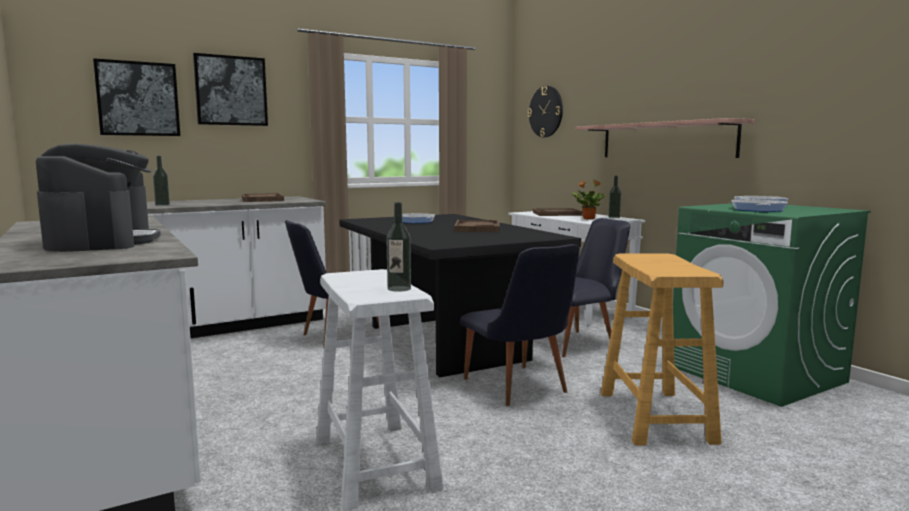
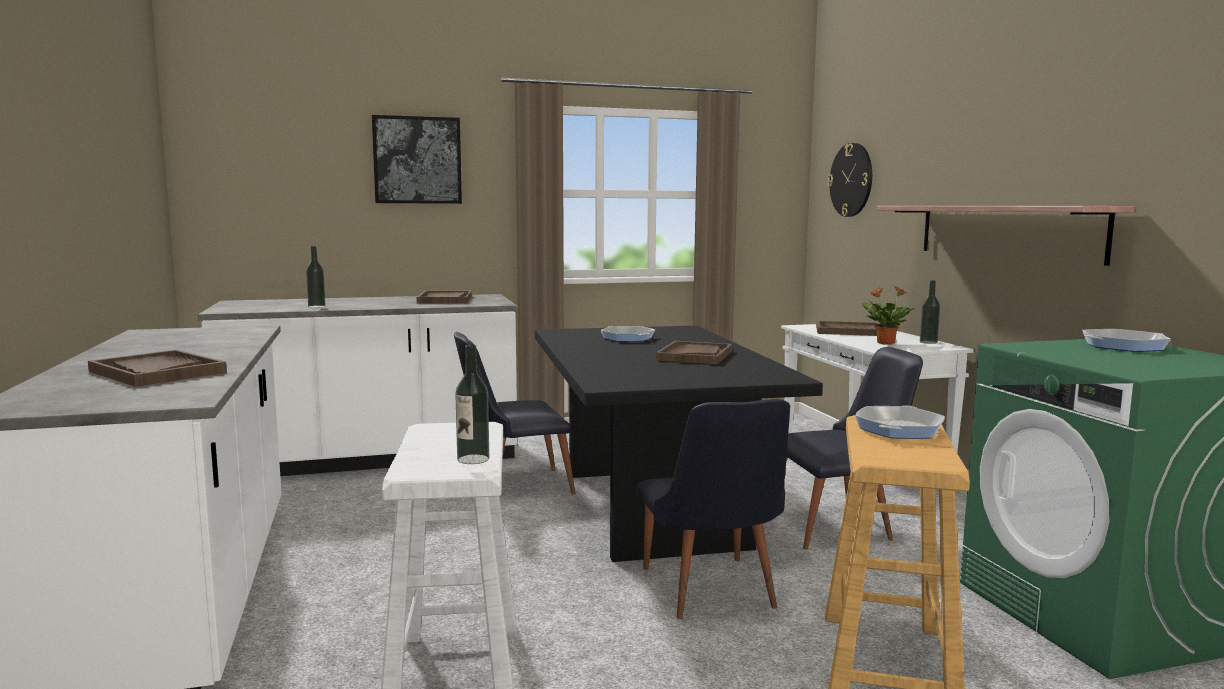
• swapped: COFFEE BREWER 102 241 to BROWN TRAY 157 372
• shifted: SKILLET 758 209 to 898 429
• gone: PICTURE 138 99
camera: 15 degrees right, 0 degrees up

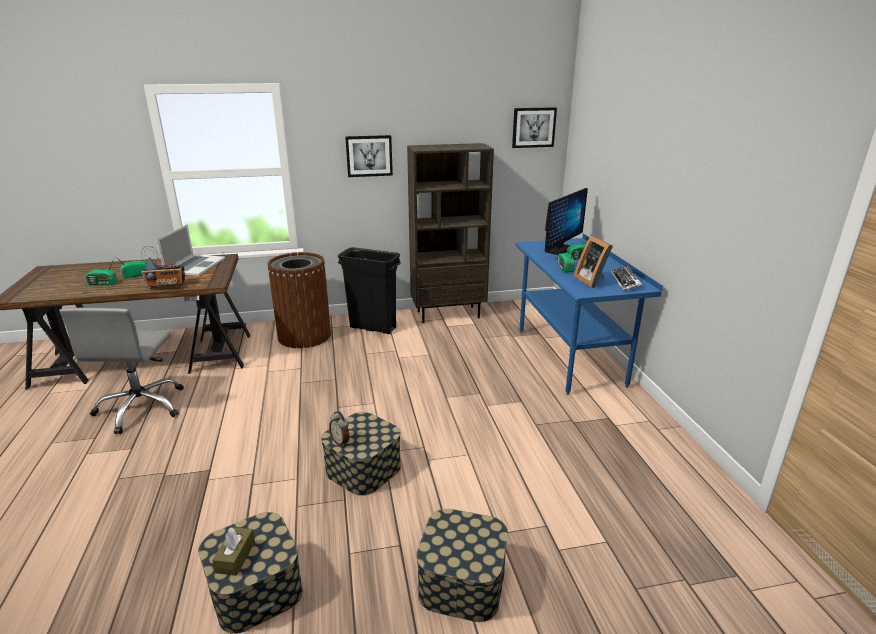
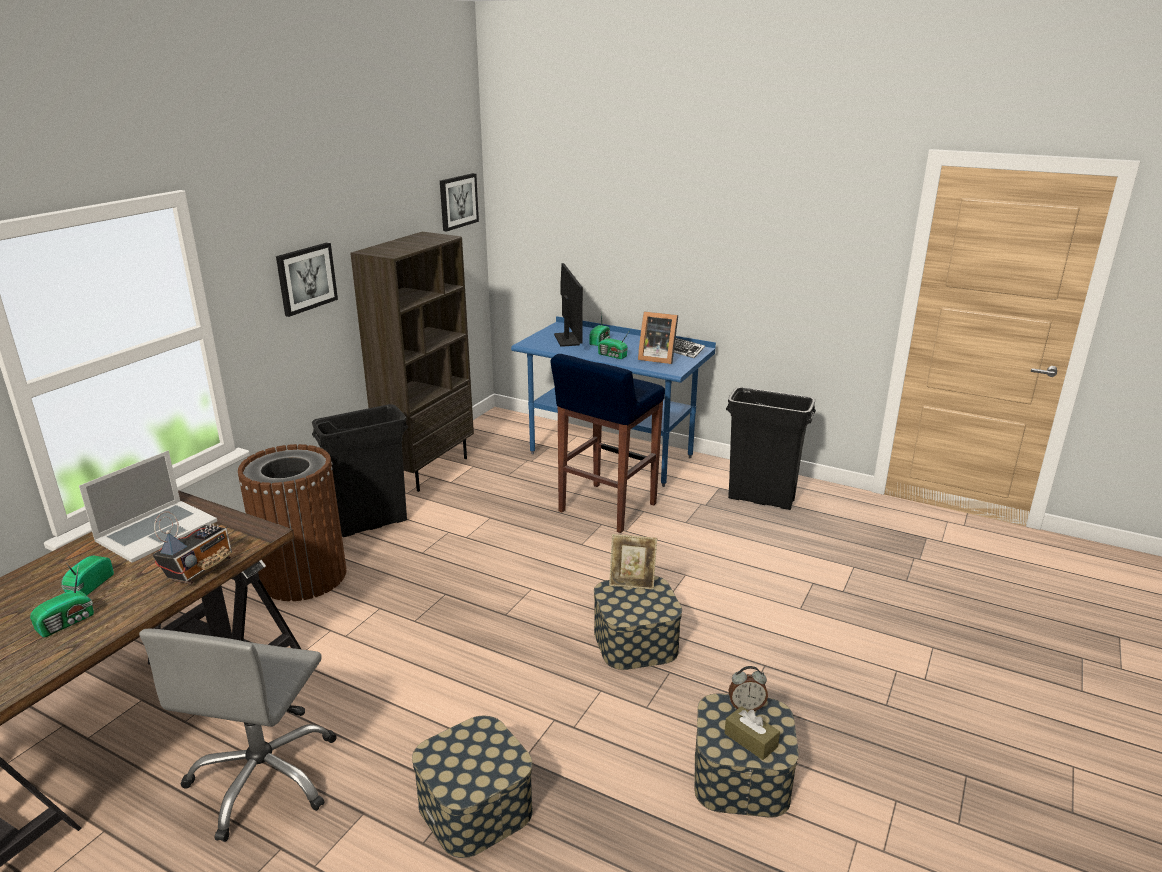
• rotated: PORTABLE COMPUTER 195 265 = 156 530 75 degrees clockwise
• rotated: GRAY DESK CHAIR 141 407 = 264 778 60 degrees clockwise
• shifted: STORAGE BIN 462 581 to 475 807
• new: BLUE SITTING STOOL 606 508
• new: STANDING FRAME 632 583
• new: BLACK-COLOURED TRASH CAN 761 499
• shifted: BEDSIDE CLOCK 341 441 to 746 707
camera: 50 degrees left, 0 degrees up

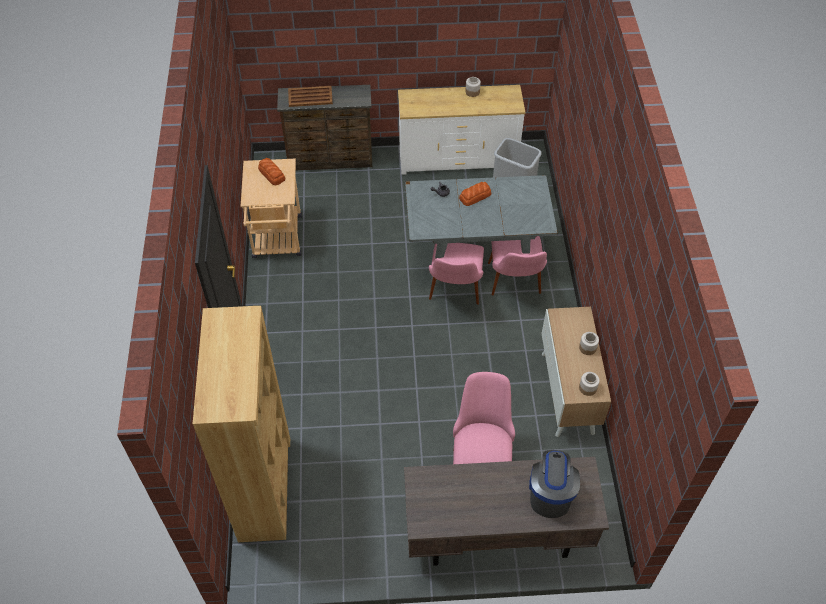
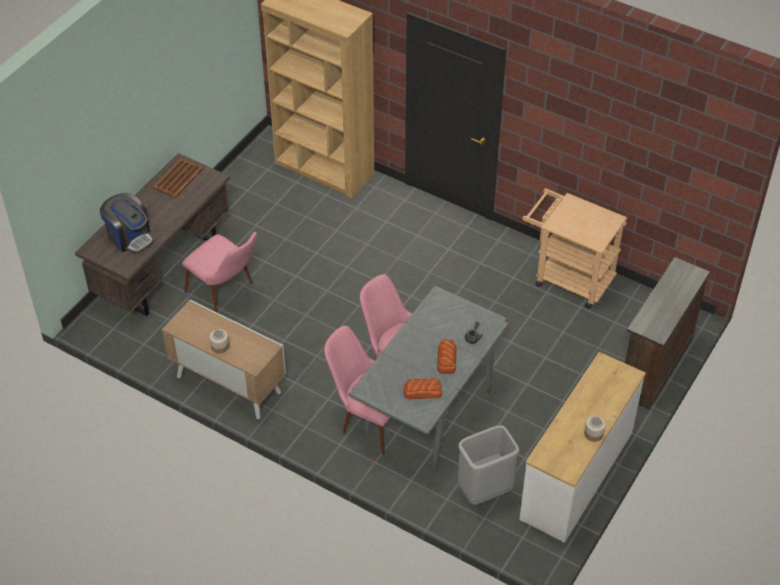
• shifted: BROWN TRAY 309 97 to 178 178
• shifted: BREAD 272 174 to 422 391
• gone: JAR 588 388
camera: 125 degrees right, 5 degrees down

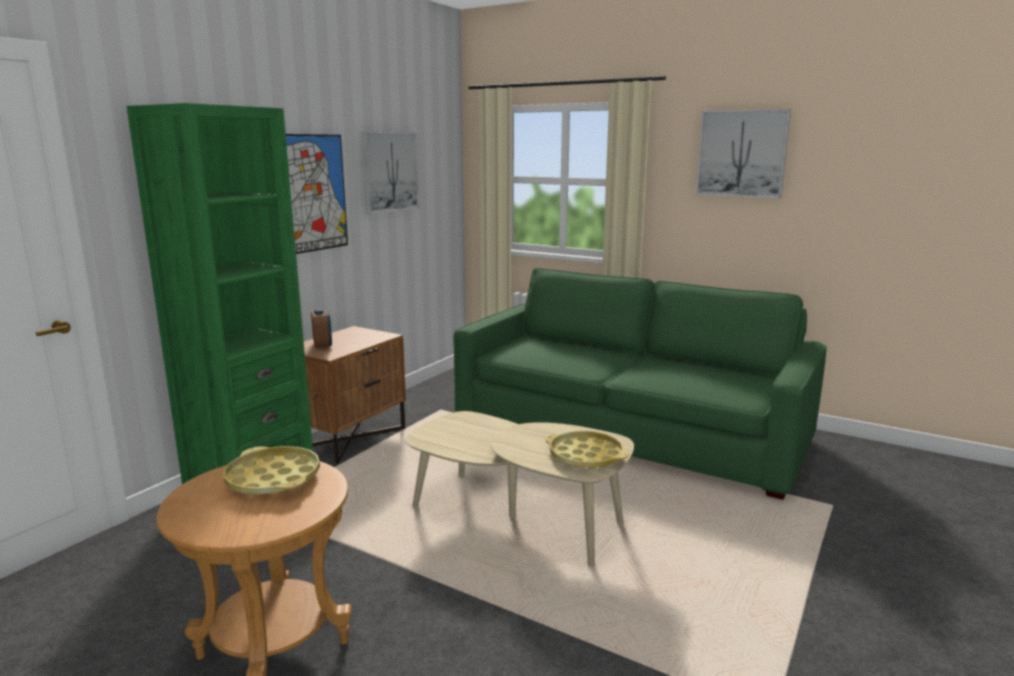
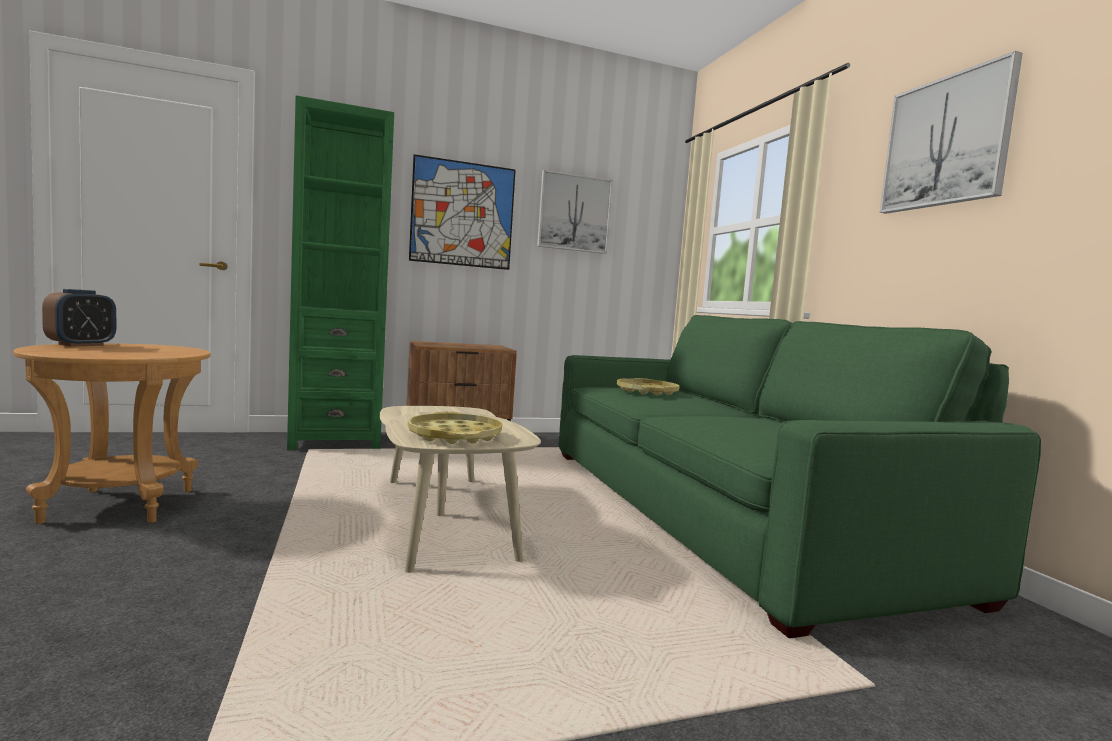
• shifted: BEDSIDE CLOCK 322 345 to 81 345
• shifted: YELLOW TRAY 273 478 to 647 392
camera: 40 degrees right, 10 degrees down

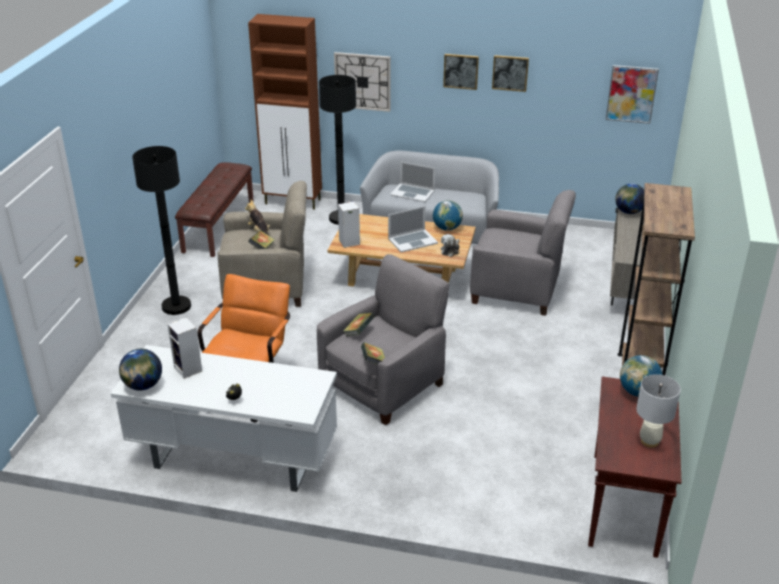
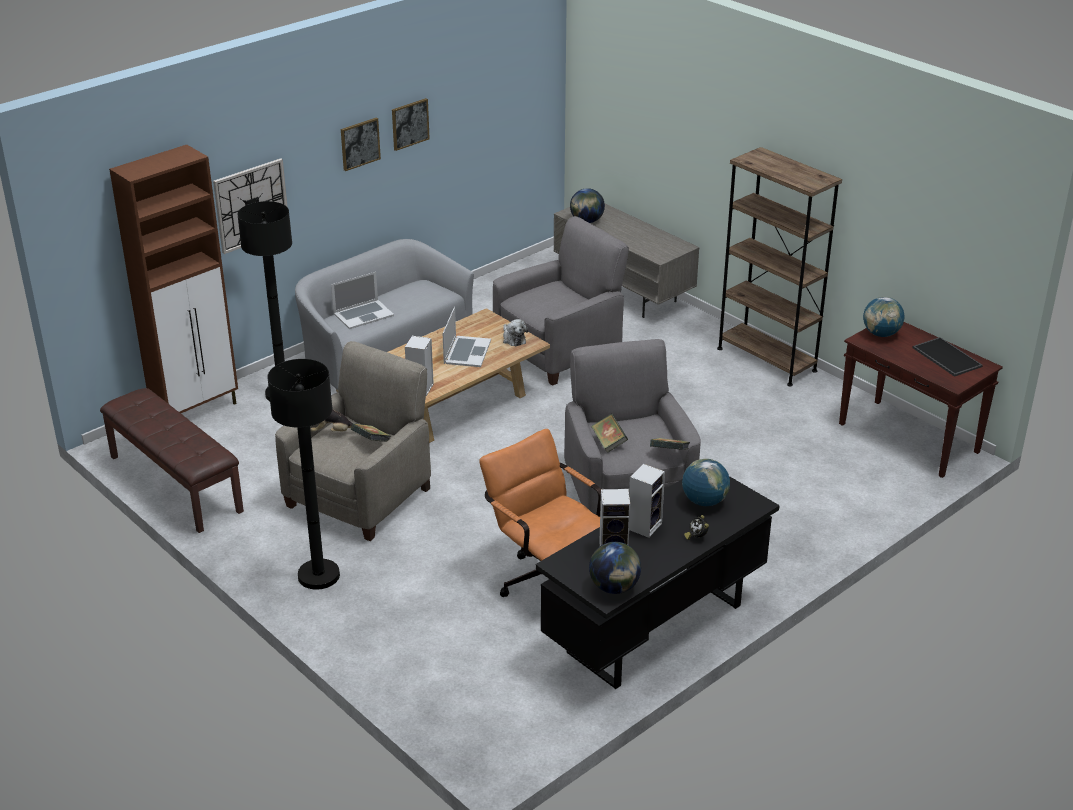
• repainted: WHITE DESK TABLE 233 461 to BLACK-COLOURED DESK TABLE 655 630
• new: LOUDSPEAKER 644 525
• shifted: WORLD GLOBE 447 228 to 704 501
• swapped: WHITE TABLETOP LAMP 649 441 to TRAY 945 357
• gone: PICTURE 631 94
camera: 55 degrees left, 0 degrees up

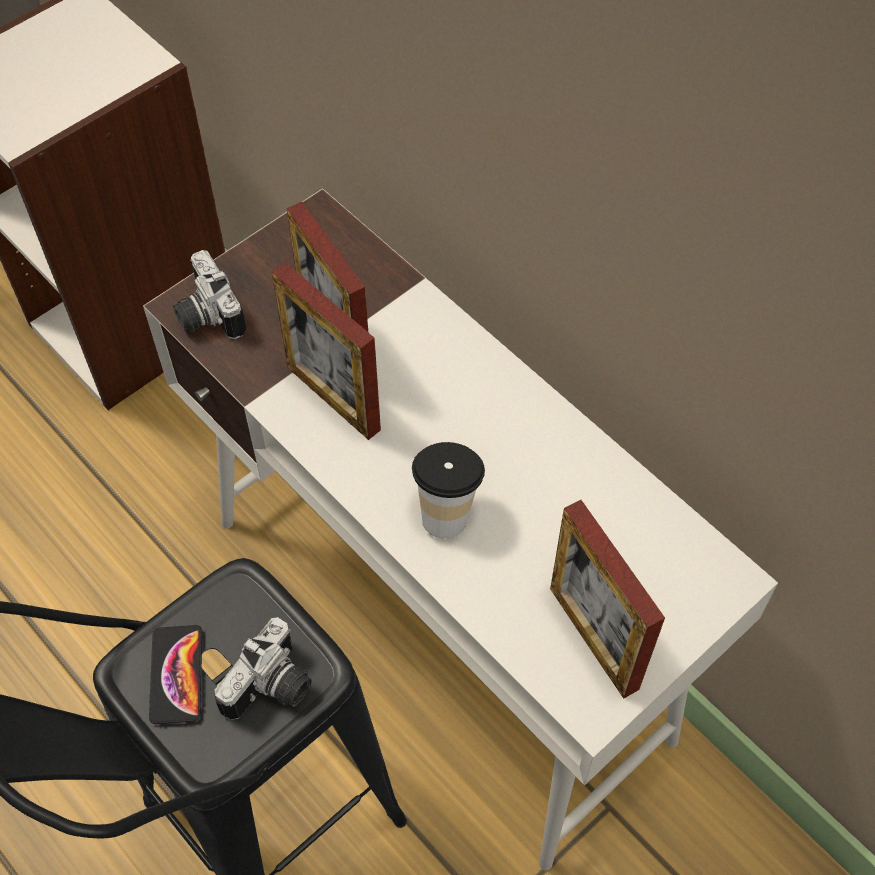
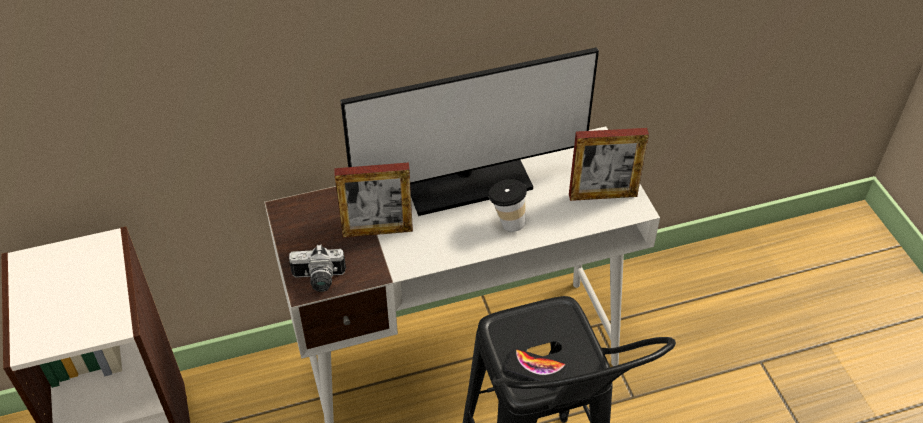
• new: COMPUTER DISPLAY 467 183
• gone: STILL CAMERA 273 689
• gone: STANDING FRAME 333 398
camera: 65 degrees left, 10 degrees down

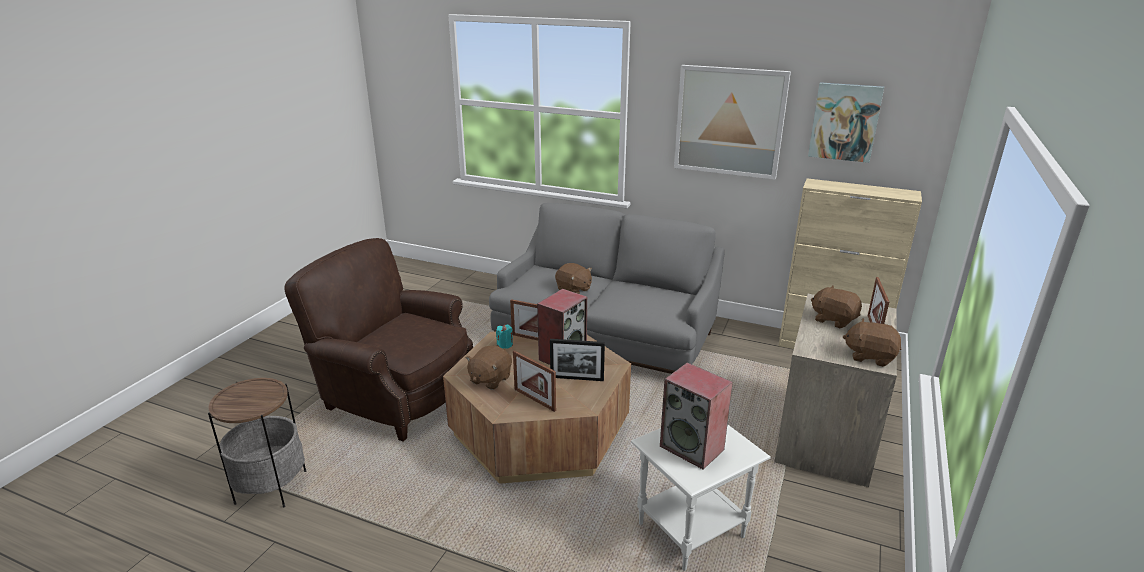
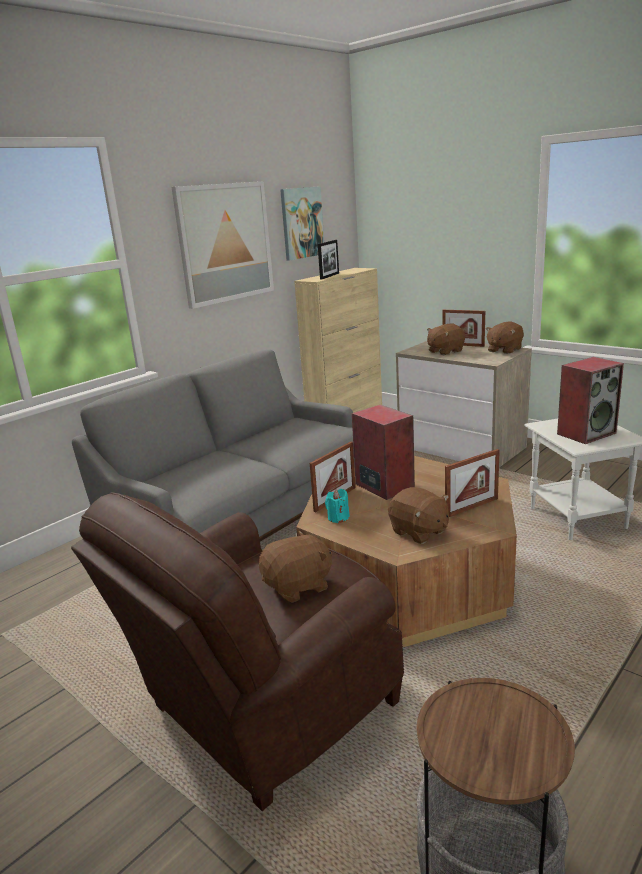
• shifted: BROWN CUDDLY TOY 573 290 to 298 586
• shifted: STANDING FRAME 577 378 to 329 276
camera: 70 degrees left, 5 degrees down

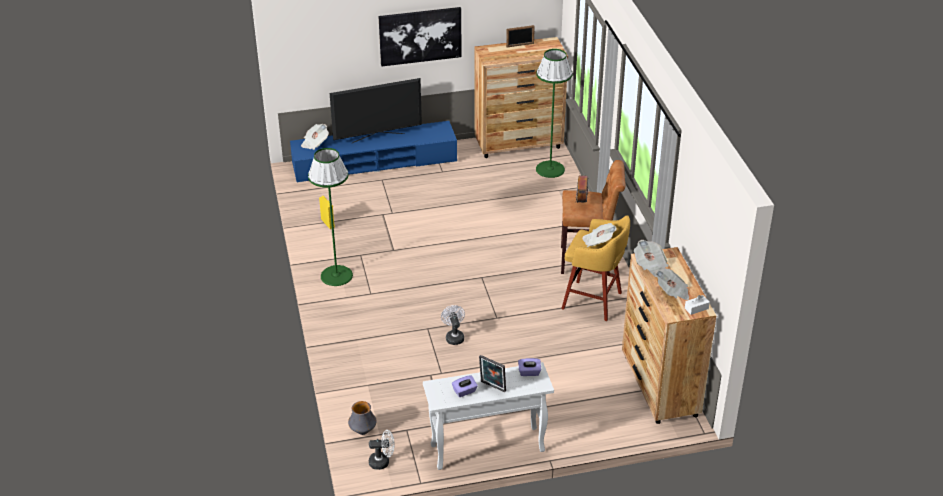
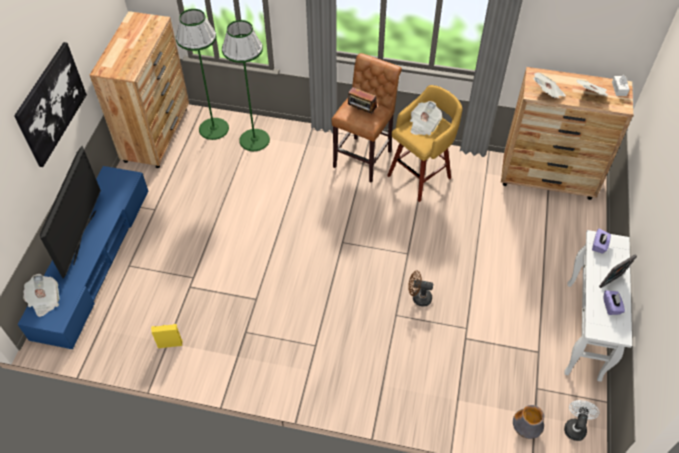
• shifted: GREENISH STANDING LAMP 336 275 to 254 140
• repainted: WHITE ELECTRIC FAN 454 336 to BROWN ELECTRIC FAN 418 298
• gone: STANDING FRAME 520 45
camera: 65 degrees left, 15 degrees up

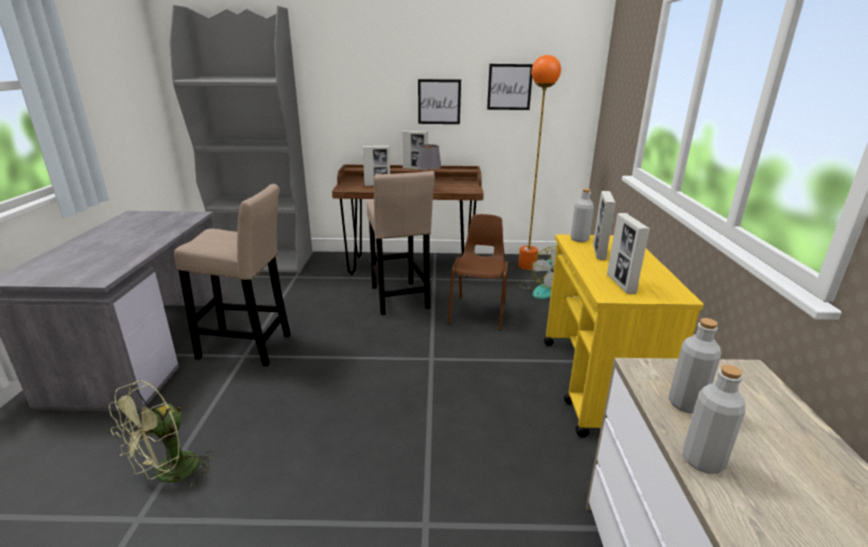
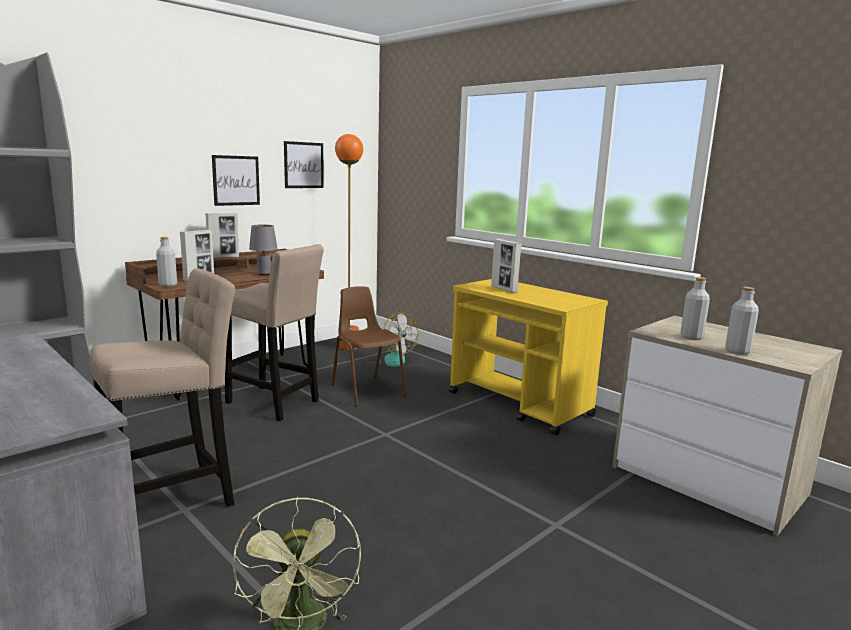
• shifted: GRAY BOTTLE 579 239 to 168 285
• gone: STANDING FRAME 621 284
camera: 45 degrees left, 10 degrees down

